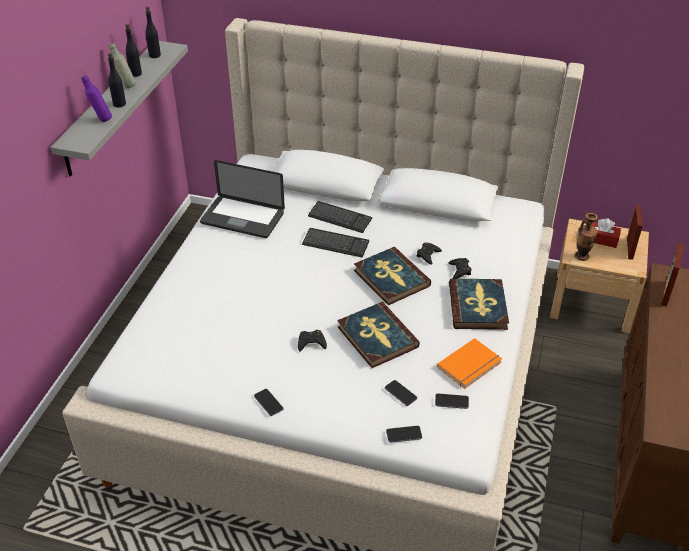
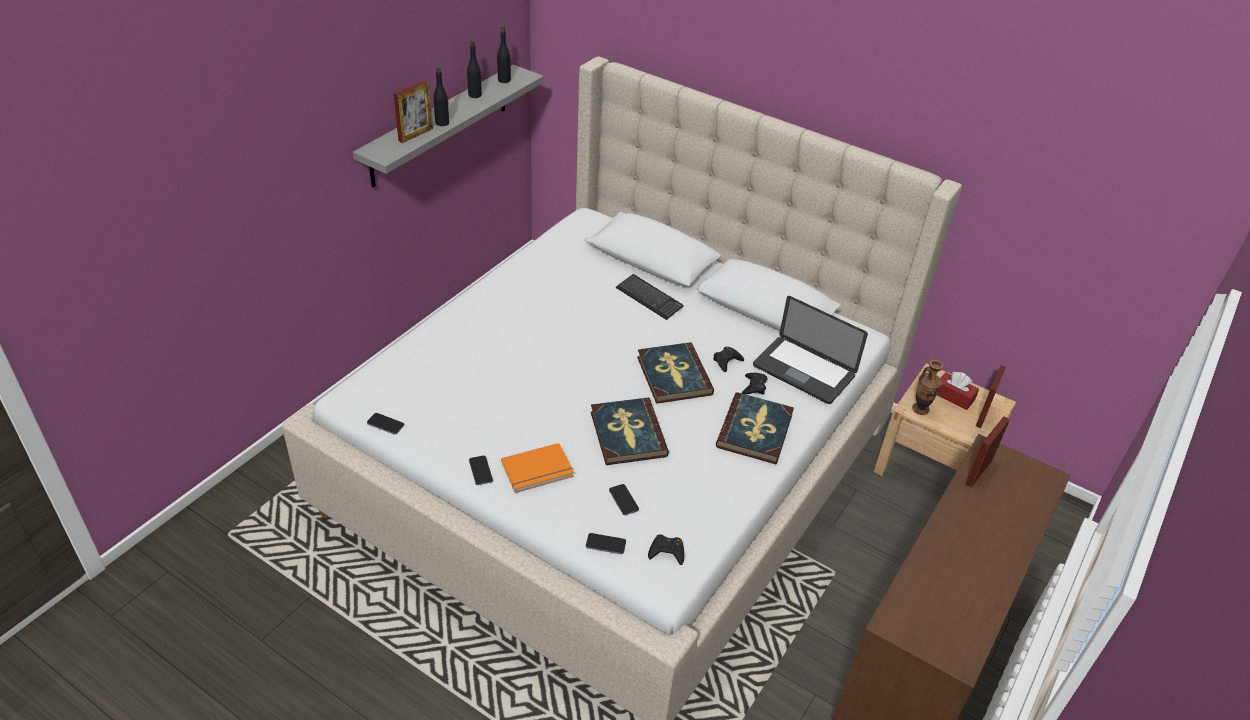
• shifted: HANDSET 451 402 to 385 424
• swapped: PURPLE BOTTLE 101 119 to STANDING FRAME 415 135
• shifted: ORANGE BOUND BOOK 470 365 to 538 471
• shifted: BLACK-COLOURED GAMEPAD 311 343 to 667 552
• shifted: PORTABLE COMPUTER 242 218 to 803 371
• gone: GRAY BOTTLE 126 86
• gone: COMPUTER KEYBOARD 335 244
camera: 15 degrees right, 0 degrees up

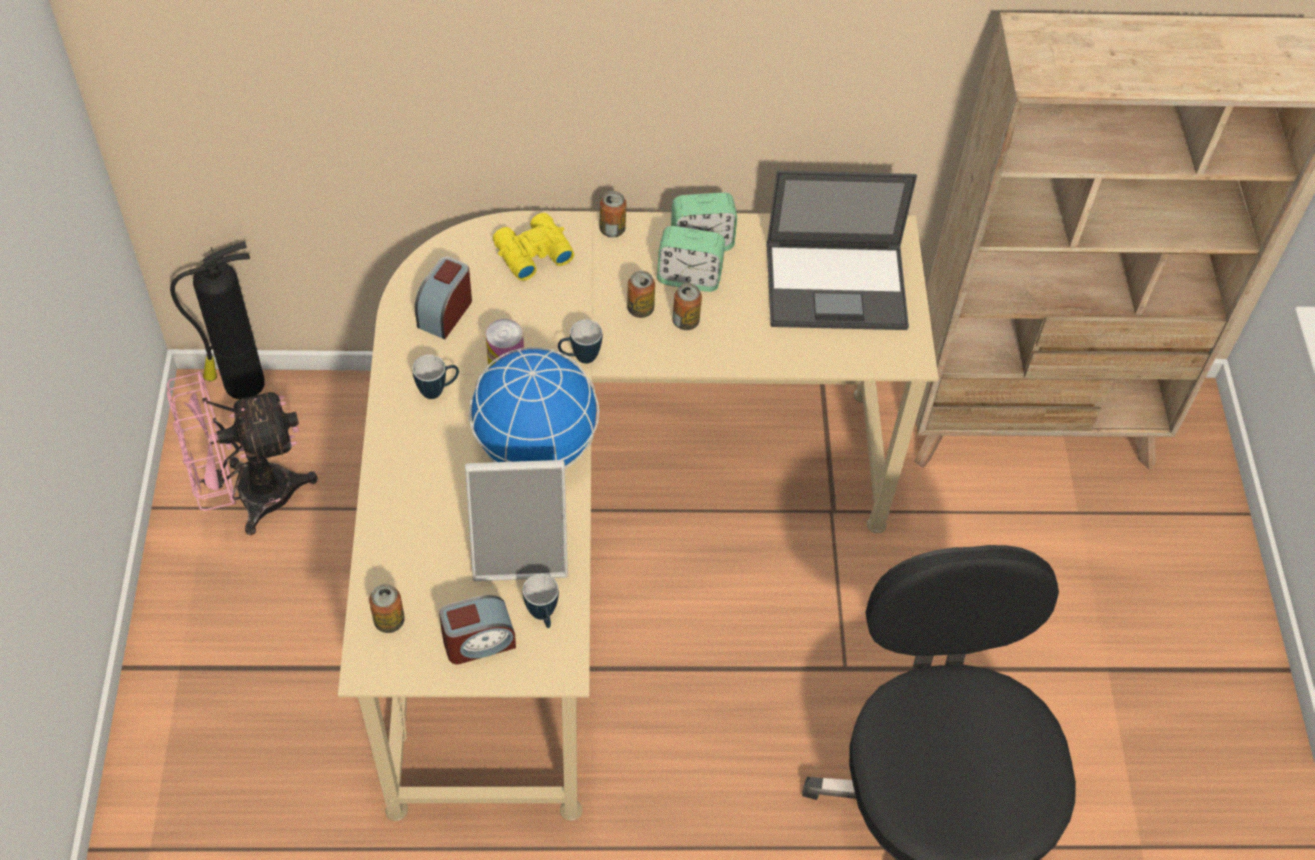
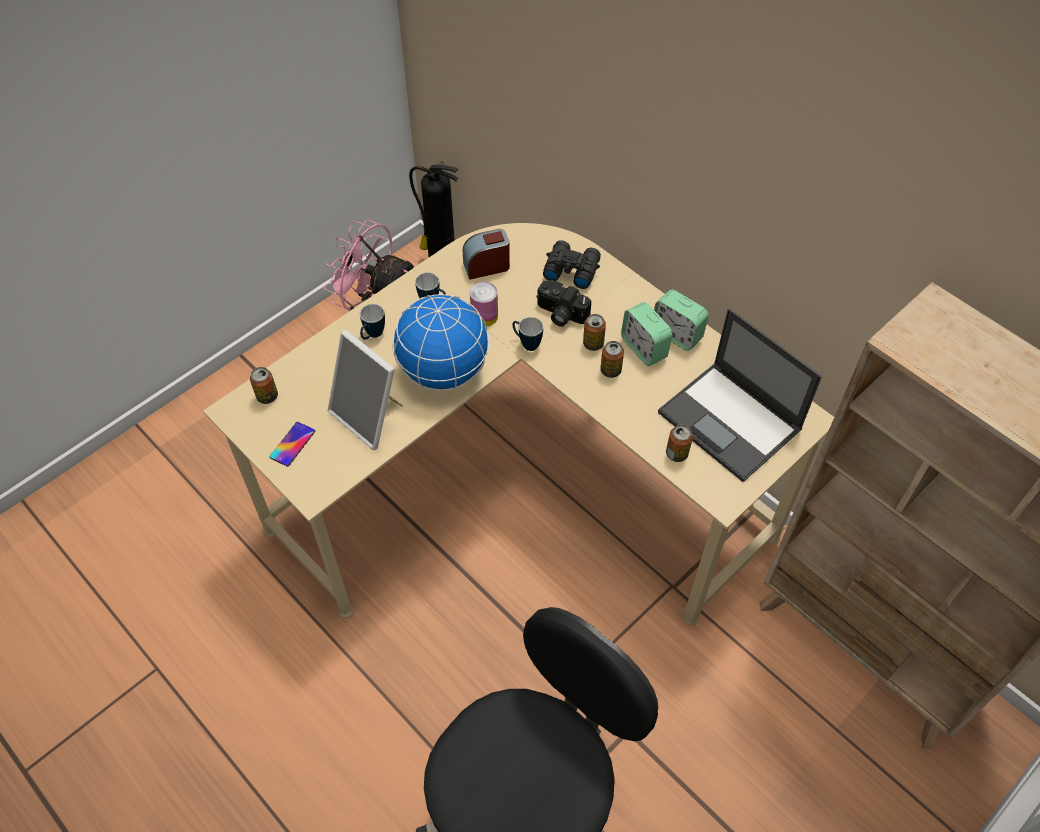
• swapped: BEDSIDE CLOCK 478 642 to HANDSET 292 444
• shifted: MUG 543 617 to 372 336
• new: STILL CAMERA 560 314
• repainted: YELLOW PAIR OF BINOCULARS 531 253 to BLACK-COLOURED PAIR OF BINOCULARS 570 269
• shifted: METAL CAN 612 229 to 676 454
camera: 50 degrees right, 0 degrees up

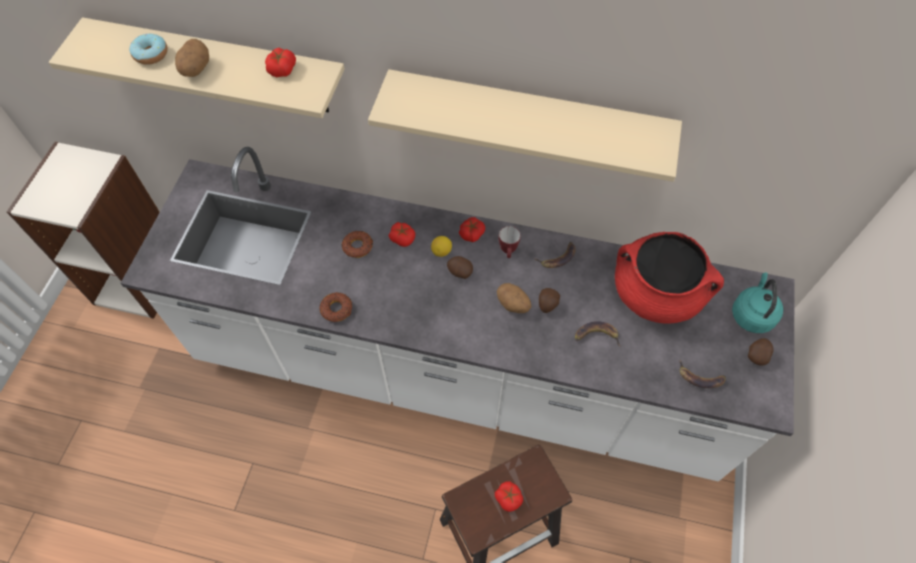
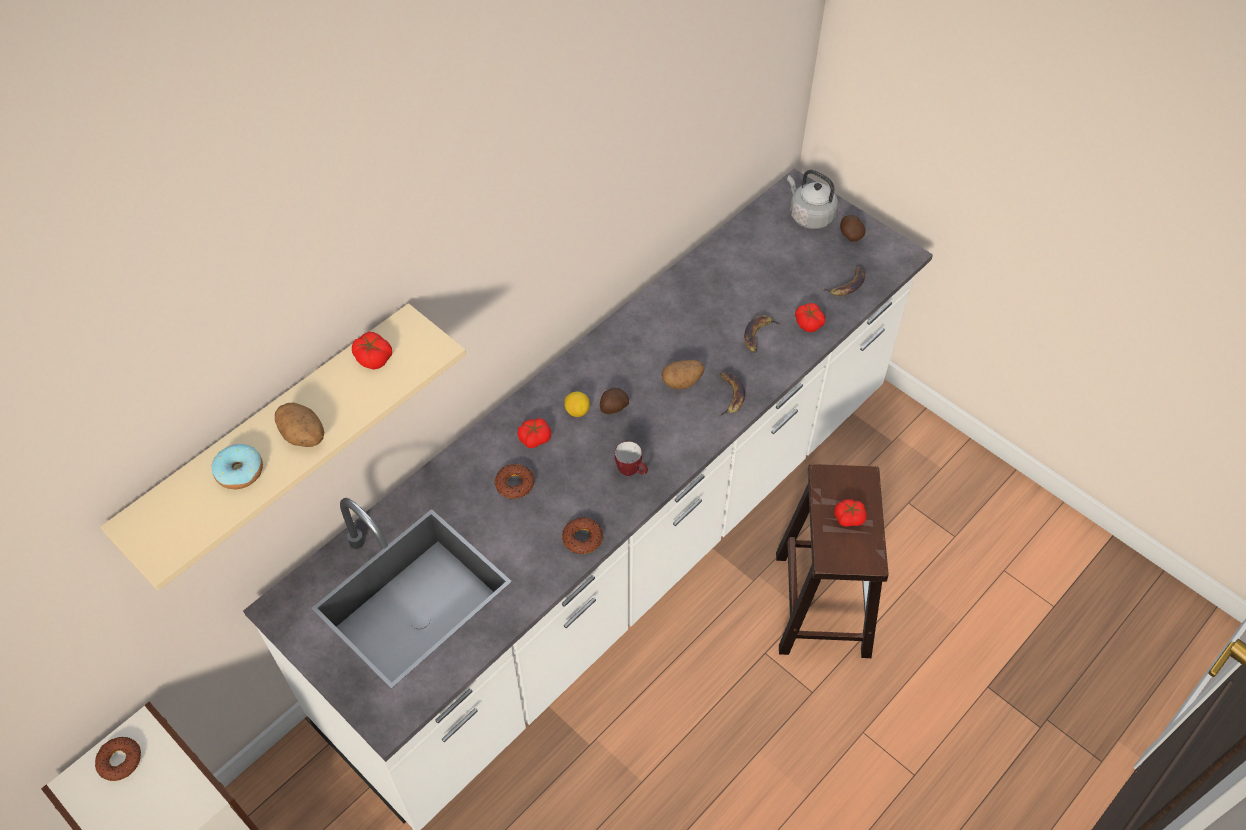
• new: RING DOUGHNUT 120 760
• shifted: MUG 508 252 to 632 472
• shifted: BANANA FRUIT 558 257 to 729 395
• repainted: BLUE-GREEN KETTLE 752 314 to GRAY KETTLE 809 215
• shifted: WHOLE TOMATO 471 233 to 808 323
• gone: BEIGE-COLOURED WALL SHELF 528 120
• gone: POTATO 547 304
• gone: RED-COLOURED SAUCEPOT 656 294
camera: 60 degrees left, 5 degrees down

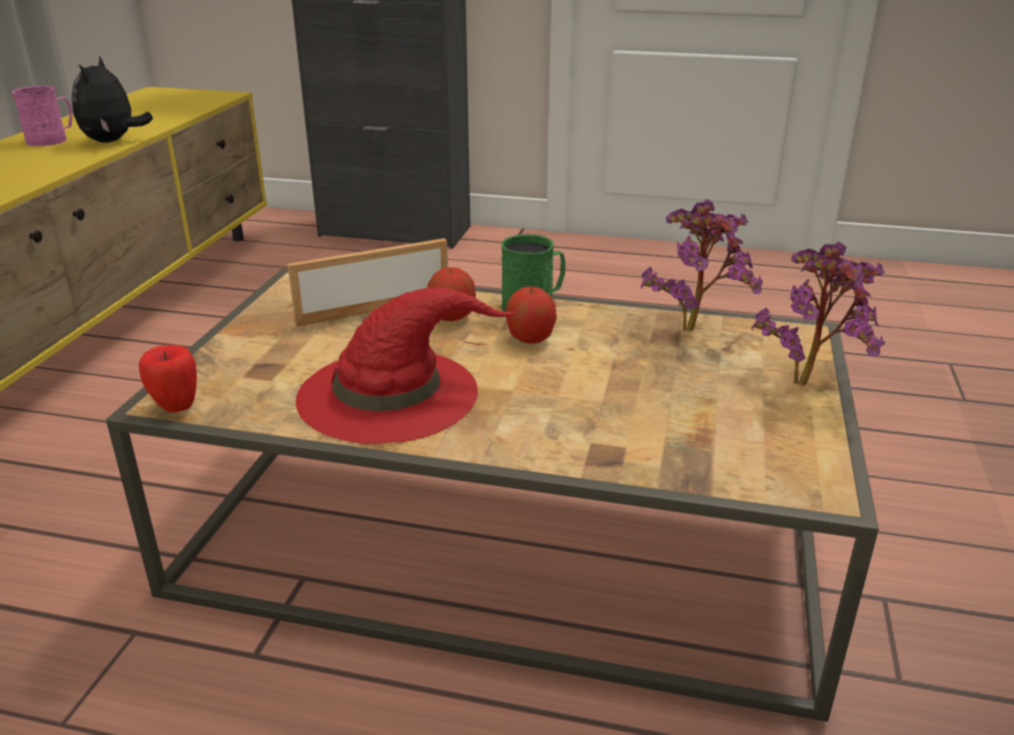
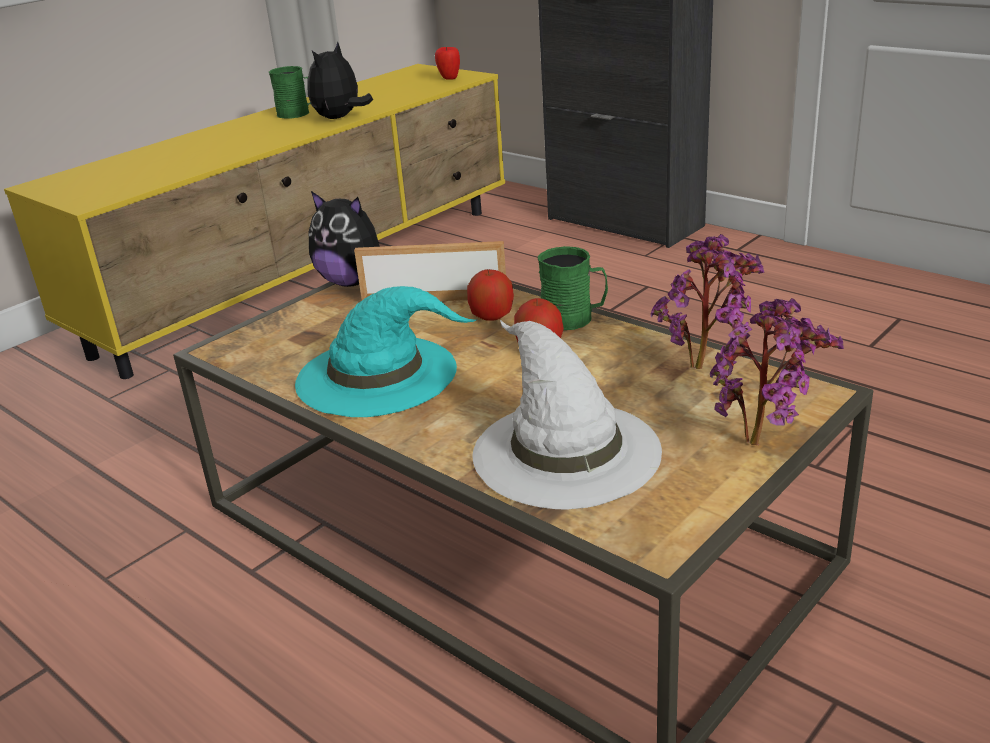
• repainted: PINKISH MUG 52 140 to GREENISH MUG 298 113
• repainted: RED-COLOURED HAT 391 393 to BLUE-GREEN HAT 379 375
• new: CUDDLY TOY 353 282
• shifted: APPLE 176 407 to 449 78
• new: WHITE HAT 564 450
camera: 30 degrees right, 0 degrees up

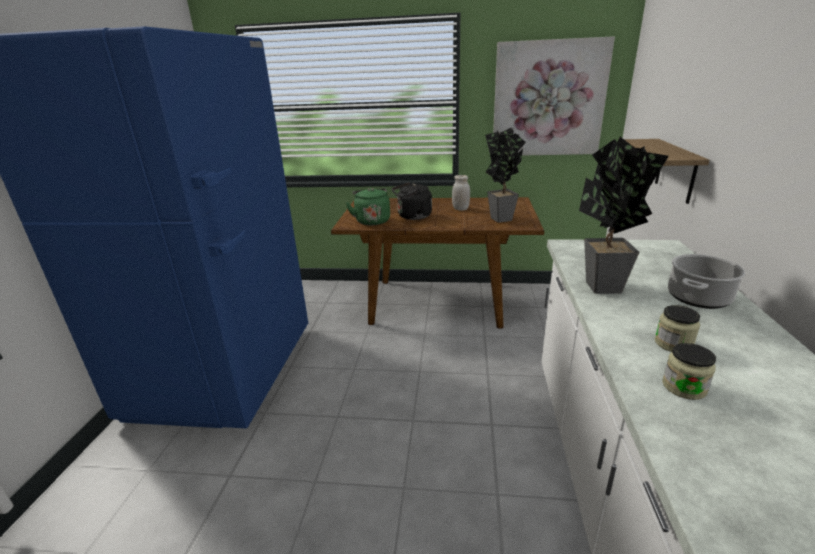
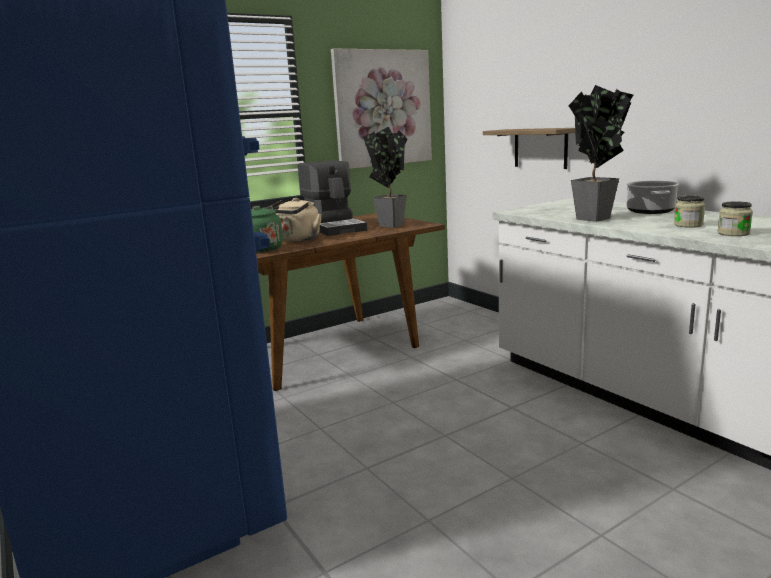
• repainted: BLACK-COLOURED KETTLE 412 217 to BEIGE-COLOURED KETTLE 297 240
• swapped: WHITE JAR 460 209 to COFFEE BREWER 334 227
camera: 40 degrees left, 10 degrees down

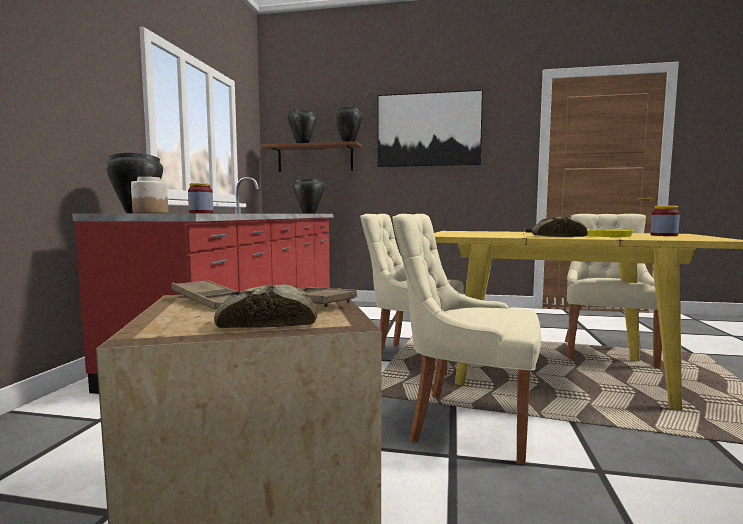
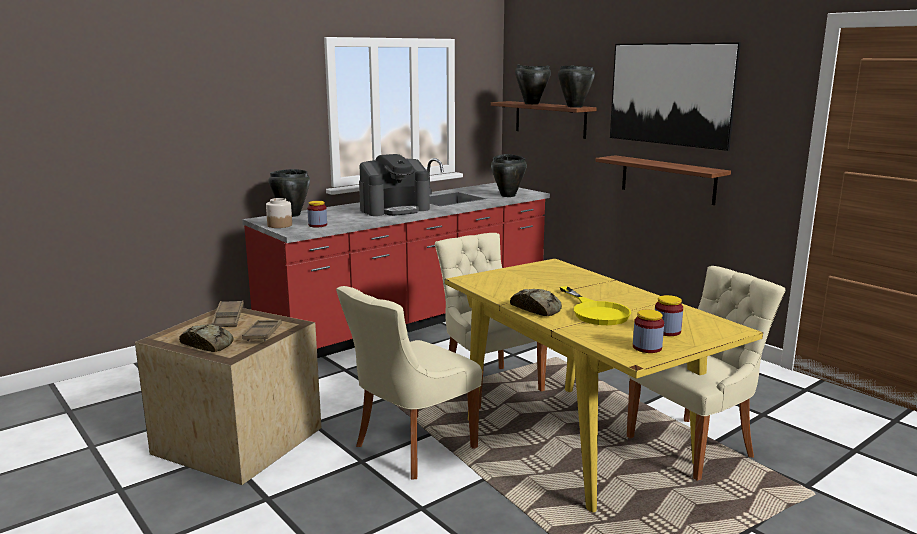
• rotated: BEIGE-COLOURED UPRIGHT CHAIR 466 423 = 411 448 105 degrees counterclockwise
• new: COFFEE BREWER 394 209
• new: WALL SHELF 667 179
• new: JAR 647 347
camera: 40 degrees right, 10 degrees up

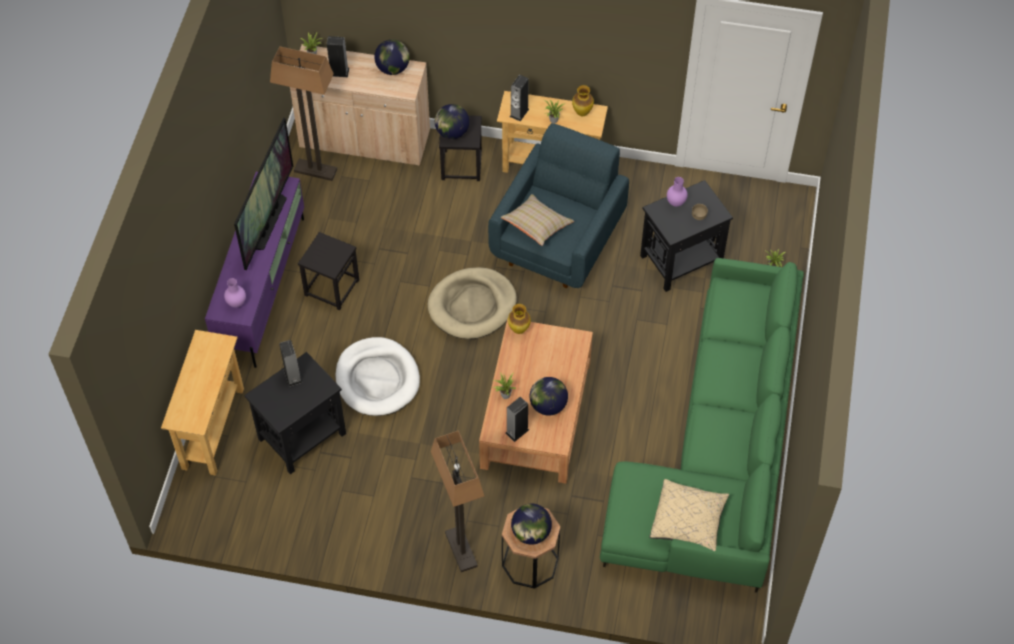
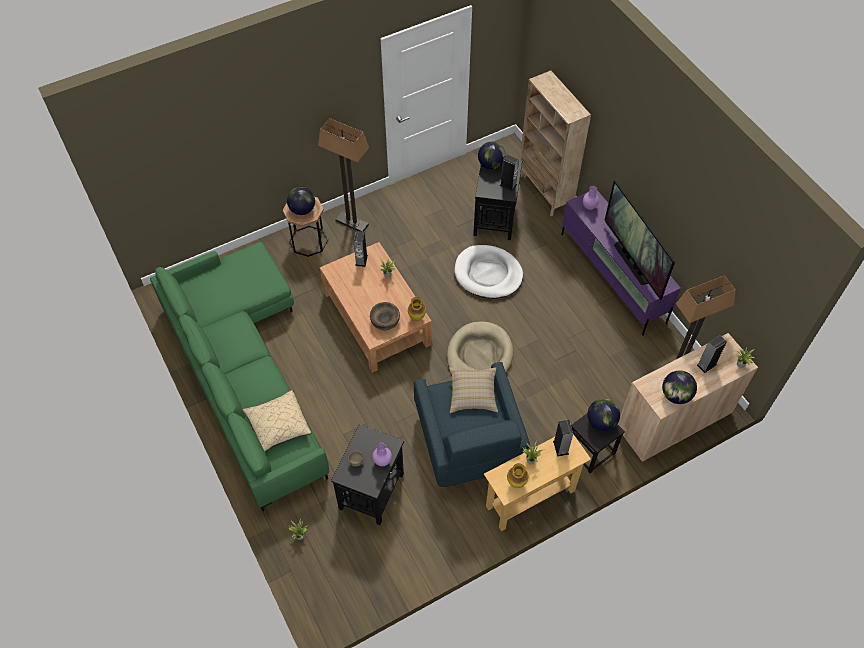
• shifted: BEIGE-COLOURED THROW PILLOW 688 522 to 278 426
• new: BROWN DEEP DISH 385 321
• shifted: WORLD GLOBE 548 406 to 491 165
• swapped: BEIGE-COLOURED HALL TABLE 213 428 to BEIGE-COLOURED SHELVING UNIT 545 191
• gone: BLACK-COLOURED SITTING STOOL 331 287
camera: 140 degrees right, 0 degrees up

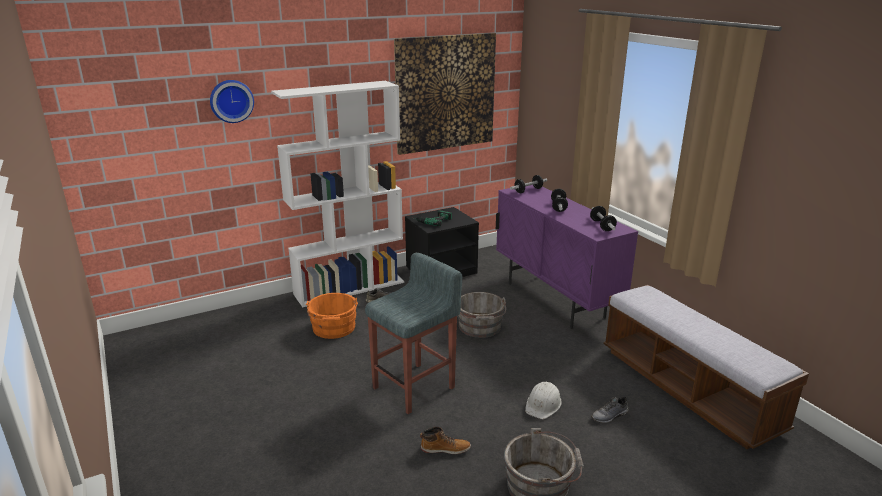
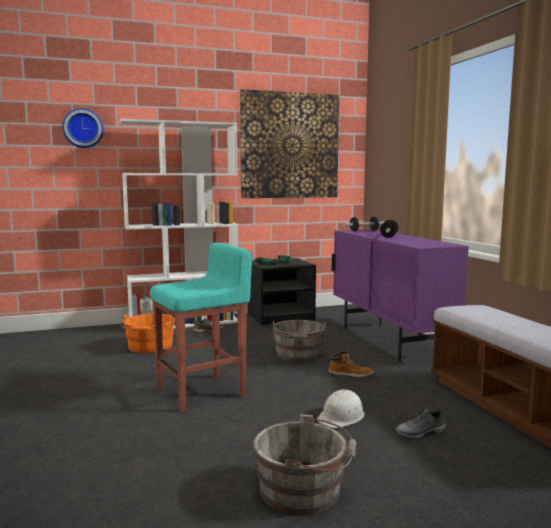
• repainted: GRAY SITTING STOOL 415 387 to BLUE-GREEN SITTING STOOL 202 392
• shifted: BOOT 445 448 to 350 374
• gone: DUMBBELL 602 226
camera: 10 degrees right, 15 degrees down

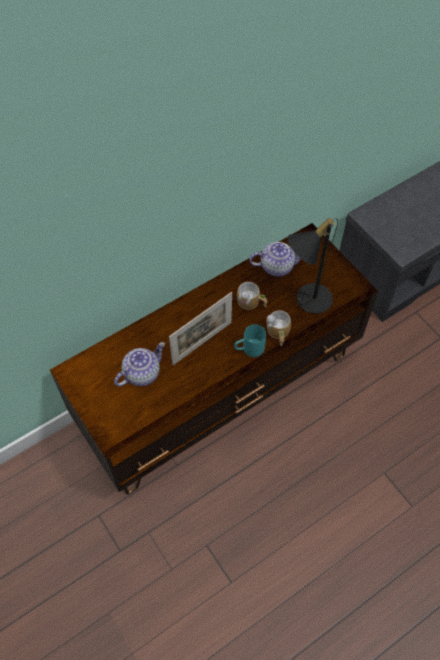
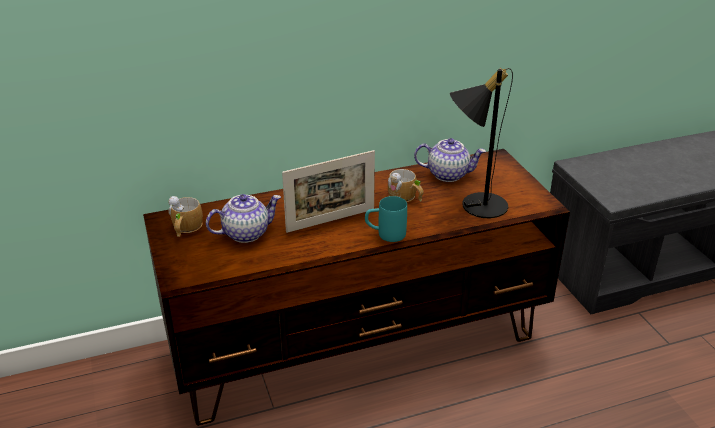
• shifted: MUG 278 333 to 185 228
camera: 15 degrees right, 25 degrees down

